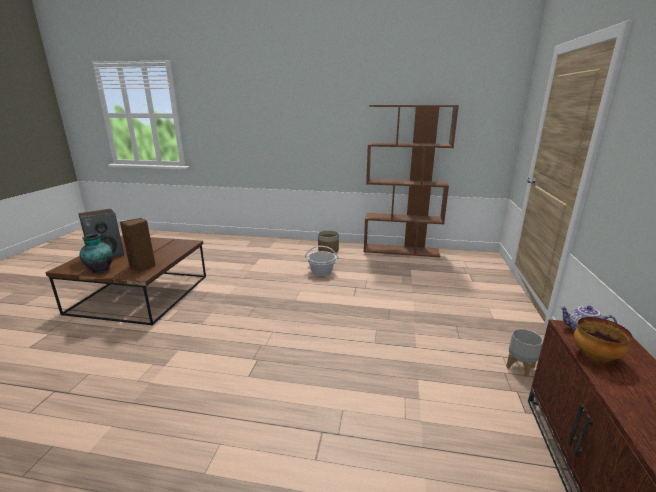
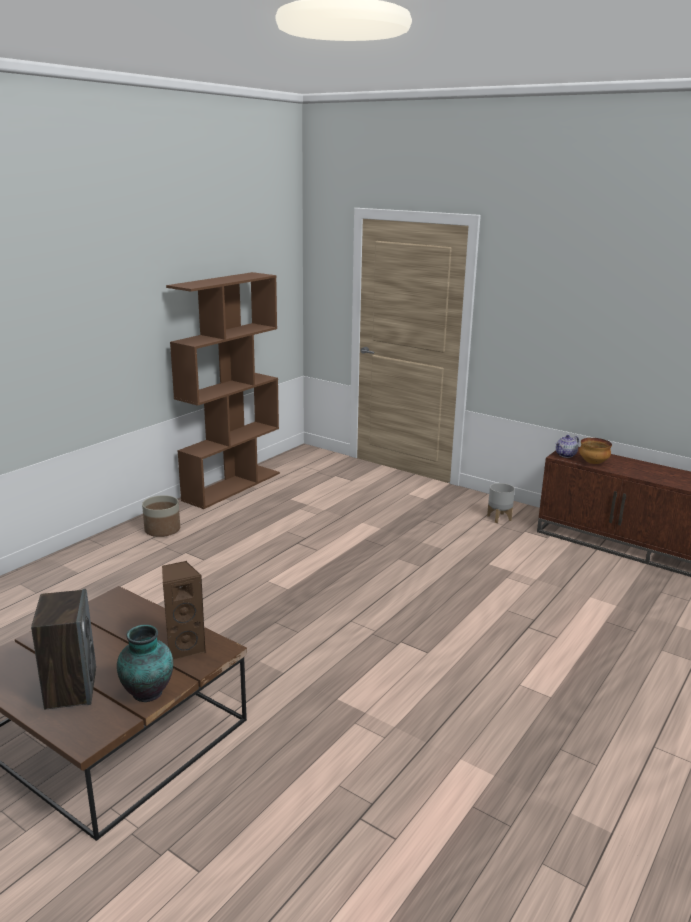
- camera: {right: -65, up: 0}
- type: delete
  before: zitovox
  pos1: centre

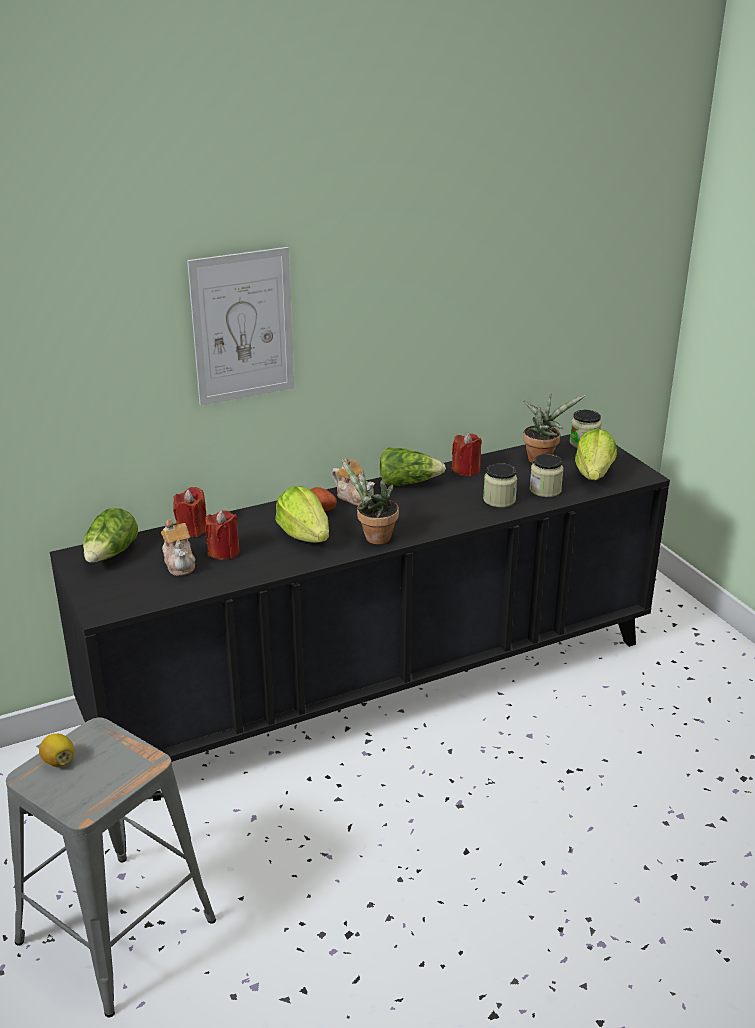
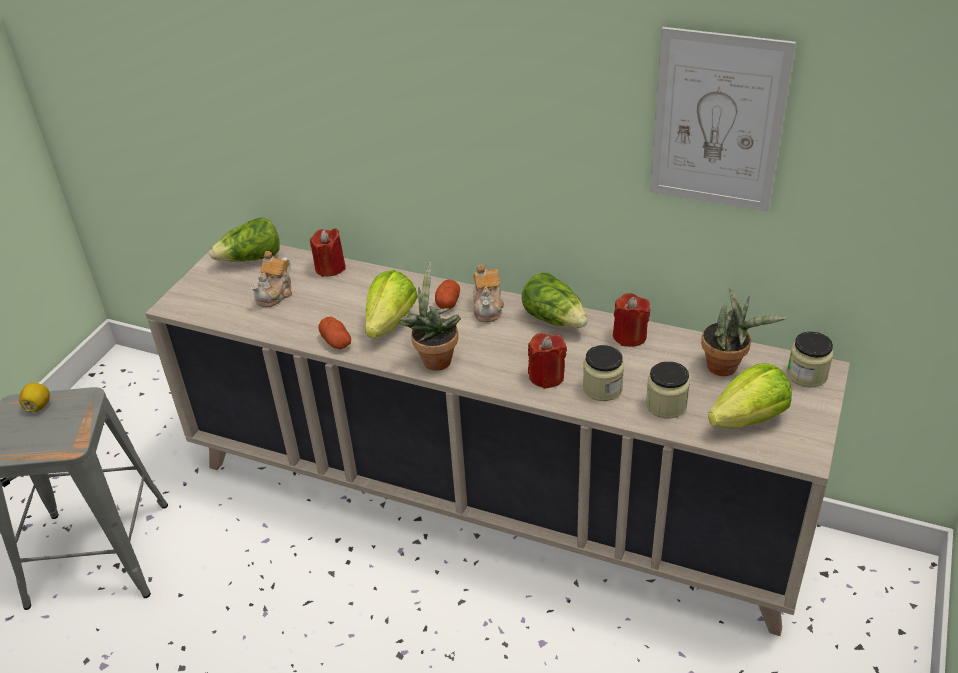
- camera: {right: 50, up: 10}
- type: recolor
  before: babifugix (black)
  after: babifugix (beige)
  pos1: centre
  pos2: centre
- type: move
  before: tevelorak
  pos1: top left
  pos2: top right
- type: move
  before: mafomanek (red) (2nd from left)
  pos1: middle left
  pos2: centre
- type: insert
  after: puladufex (1st from left)
  pos2: centre

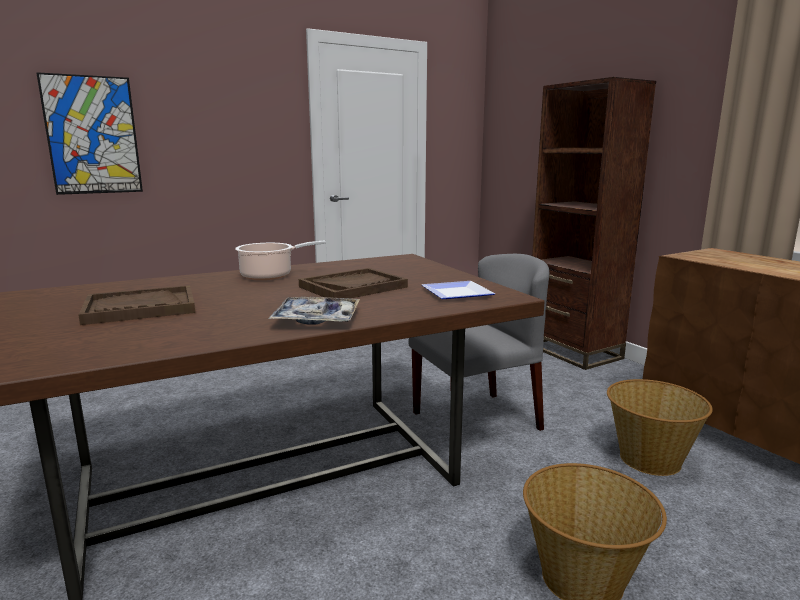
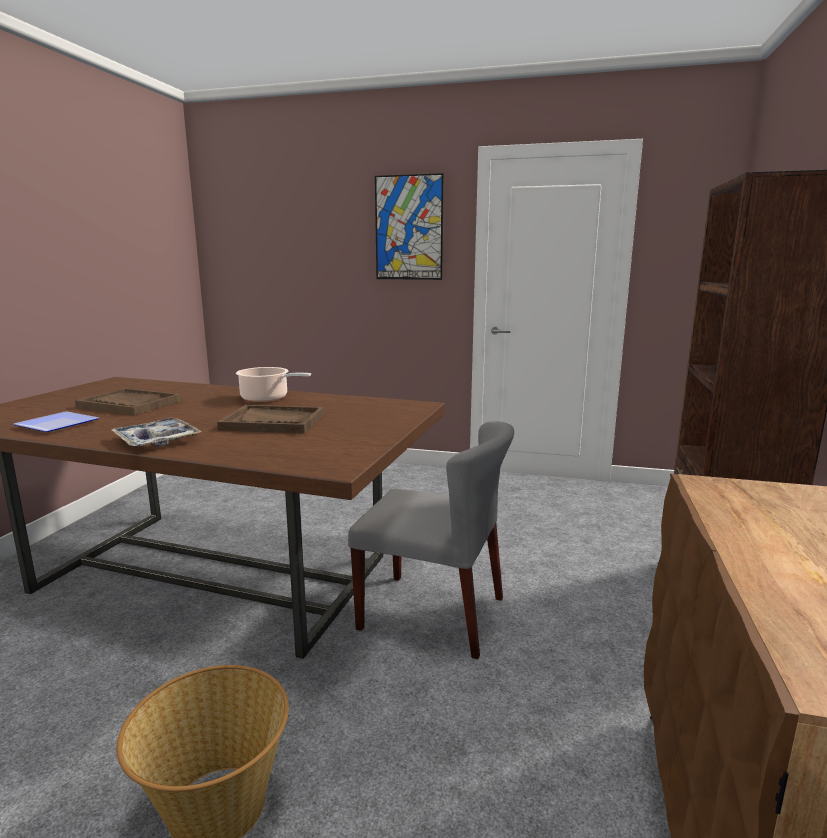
- camera: {right: 45, up: 0}
- type: move
  before: tevelorak
  pos1: top left
  pos2: top centre
- type: move
  before: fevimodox
  pos1: centre
  pos2: middle left
- type: delete
  before: zitovox (2nd from left)
  pos1: bottom right

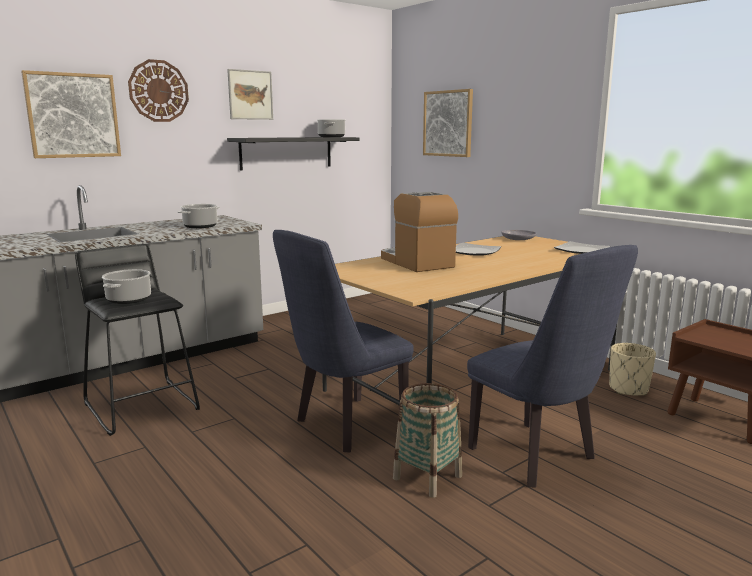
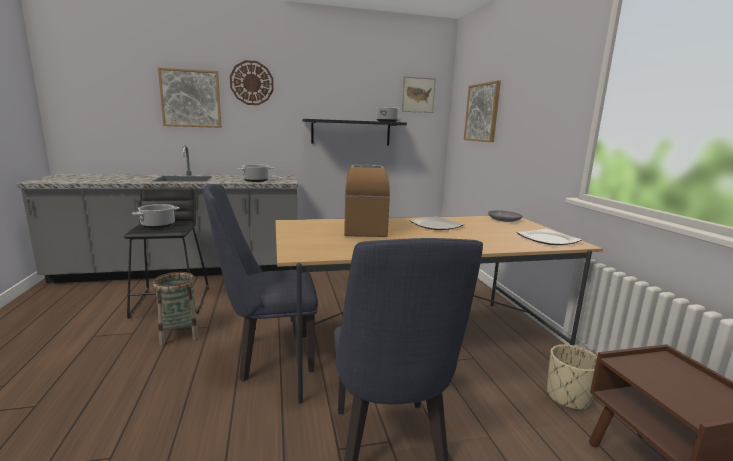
- camera: {right: 25, up: 0}
- type: move
  before: tevelorak (2nd from left)
  pos1: top left
  pos2: top centre
- type: move
  before: zitovox
  pos1: bottom centre
  pos2: bottom left

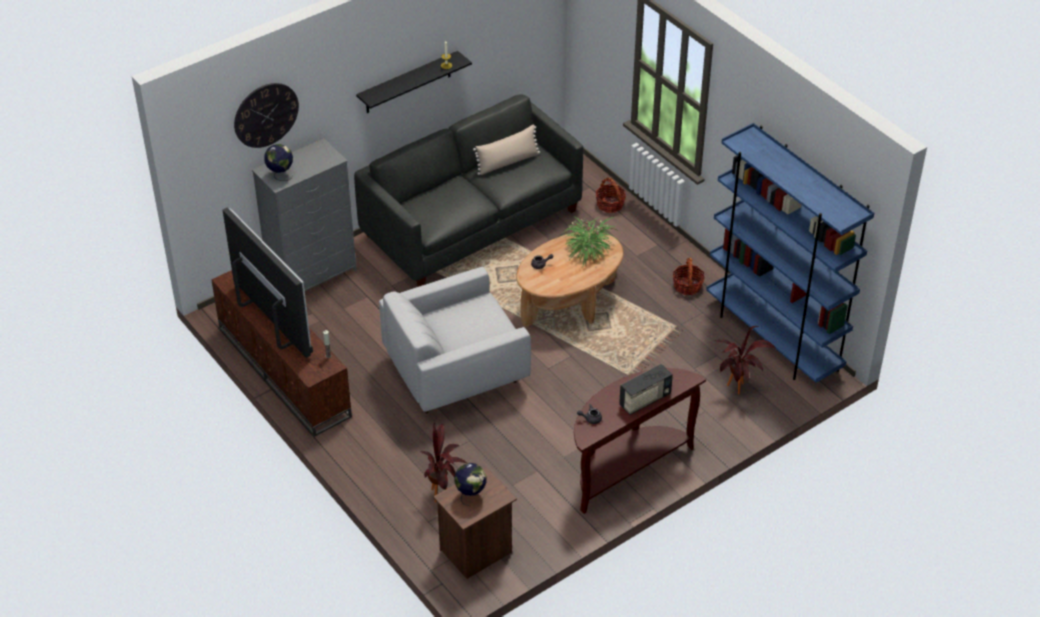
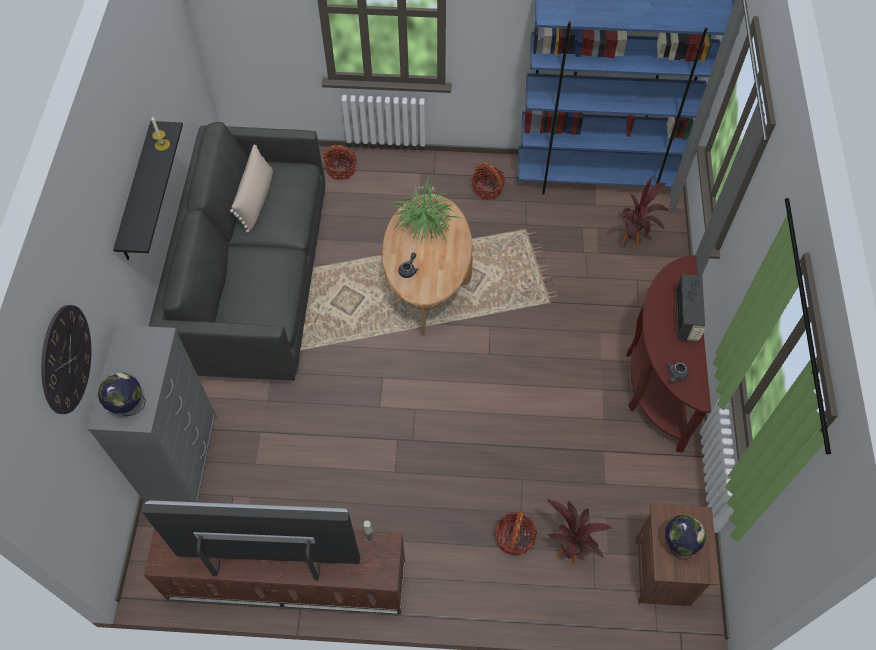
- camera: {right: -50, up: 15}
- type: delete
  before: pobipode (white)
  pos1: centre
- type: insert
  after: zitovox (3rd from left)
  pos2: bottom centre

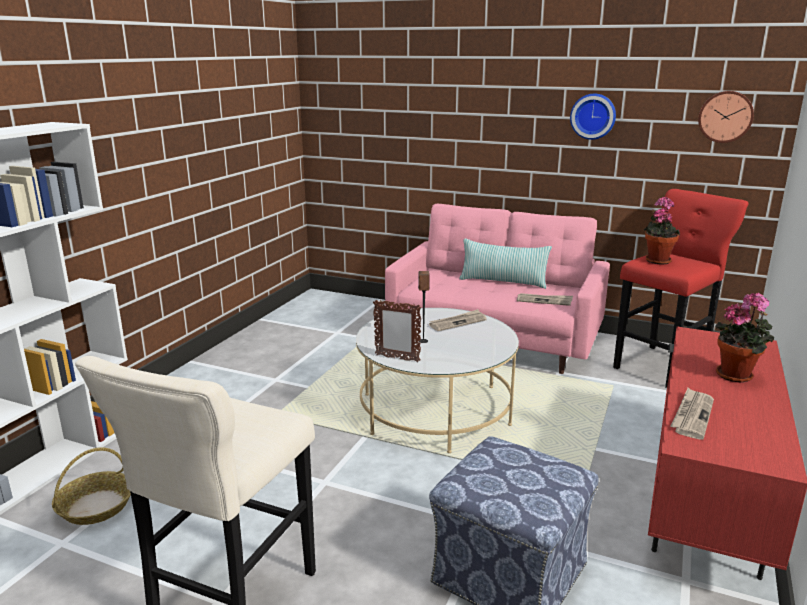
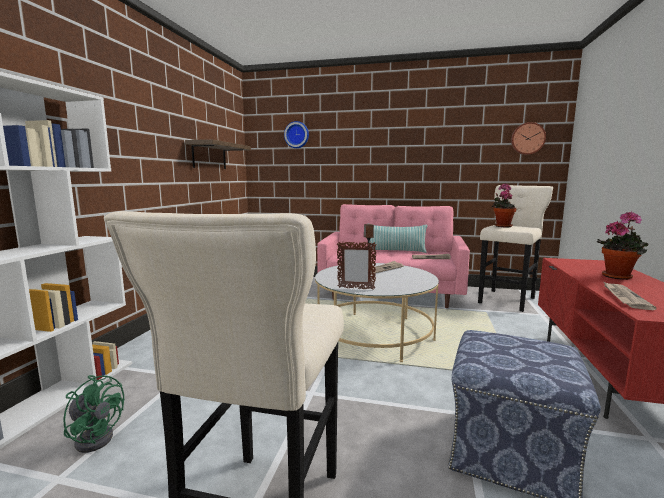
- camera: {right: -10, up: -10}
- type: replace
  before: zitovox
  after: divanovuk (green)
  pos1: bottom left
  pos2: bottom left
- type: move
  before: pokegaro (1st from left)
  pos1: top right
  pos2: top centre
- type: recolor
  before: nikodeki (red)
  after: nikodeki (beige) (2nd from left)
  pos1: middle right
  pos2: middle right
- type: insert
  after: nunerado
  pos2: top left

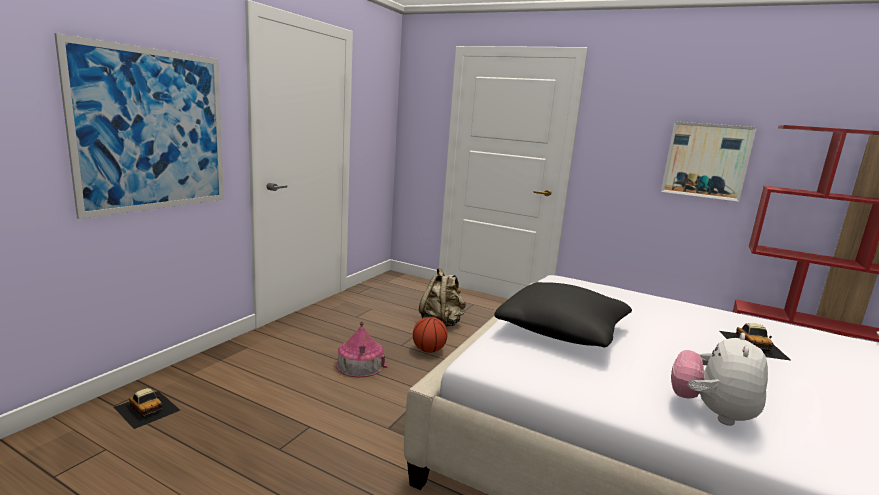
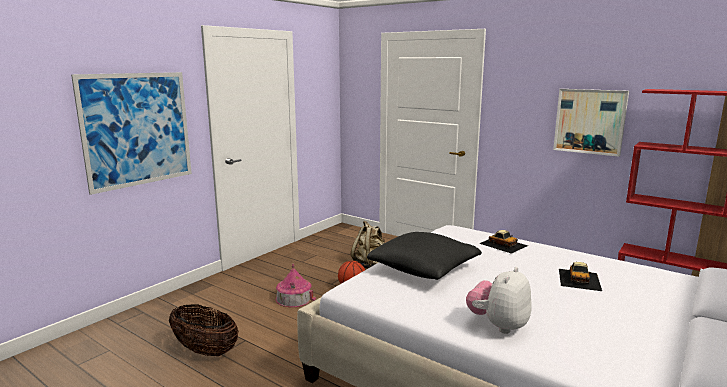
- camera: {right: 10, up: 0}
- type: move
  before: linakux (1st from left)
  pos1: bottom left
  pos2: middle right
- type: insert
  after: zitovox
  pos2: bottom left

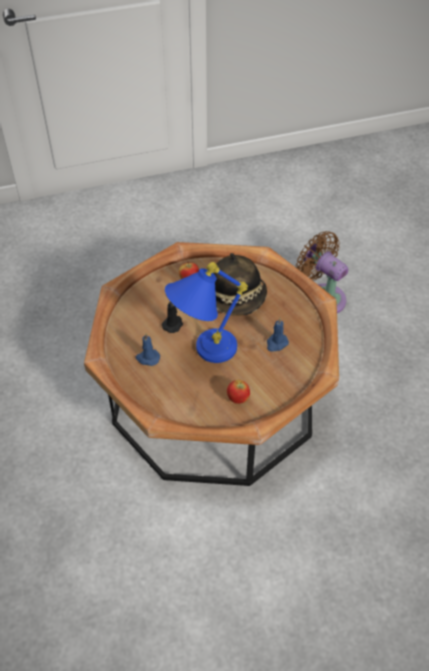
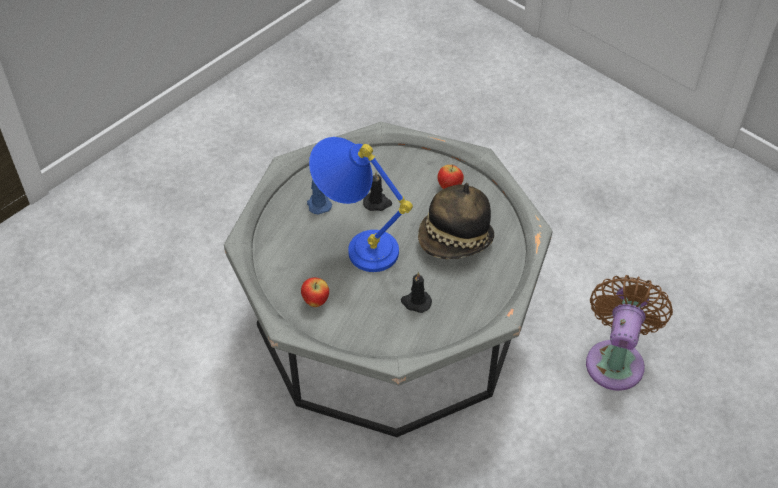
- camera: {right: 60, up: 0}
- type: recolor
  before: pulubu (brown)
  after: pulubu (grey)
  pos1: centre
  pos2: centre
- type: recolor
  before: mafomanek (blue) (2nd from left)
  after: mafomanek (black) (2nd from left)
  pos1: centre
  pos2: centre

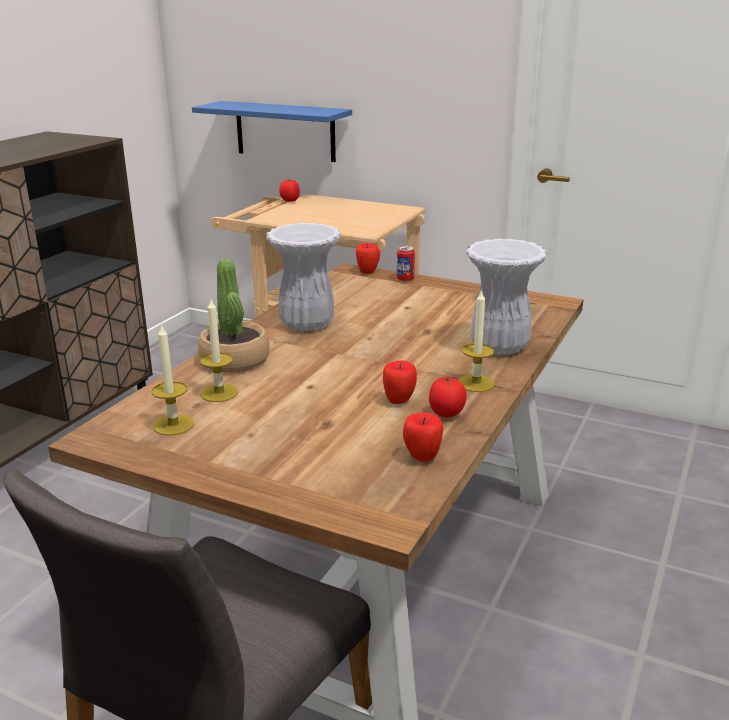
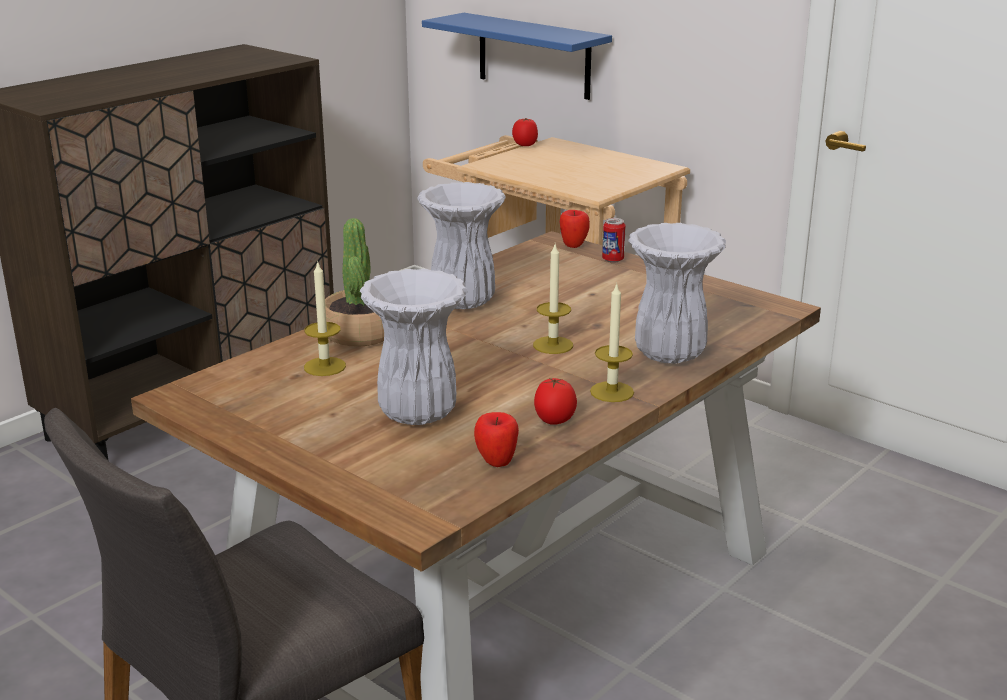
- camera: {right: 15, up: 0}
- type: move
  before: mafomanek (1st from left in the first image)
  after: mafomanek (2nd from left)
  pos1: middle left
  pos2: centre
- type: delete
  before: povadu (2nd from left)
  pos1: centre
- type: insert
  after: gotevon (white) (1st from left)
  pos2: centre

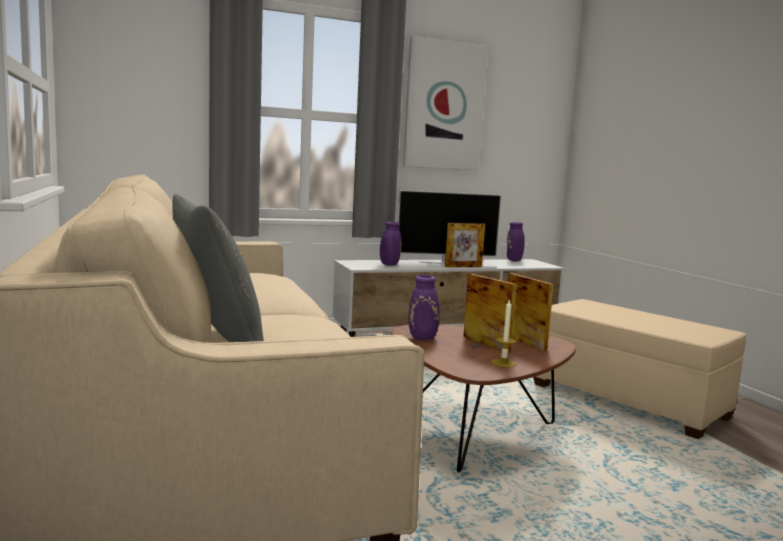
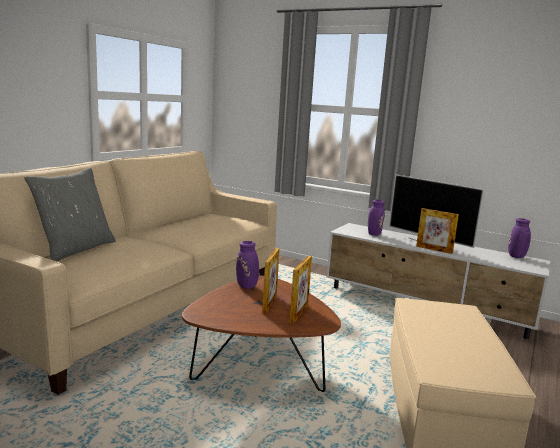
- camera: {right: 50, up: 5}
- type: delete
  before: tevelorak
  pos1: top centre
- type: delete
  before: mafomanek
  pos1: centre

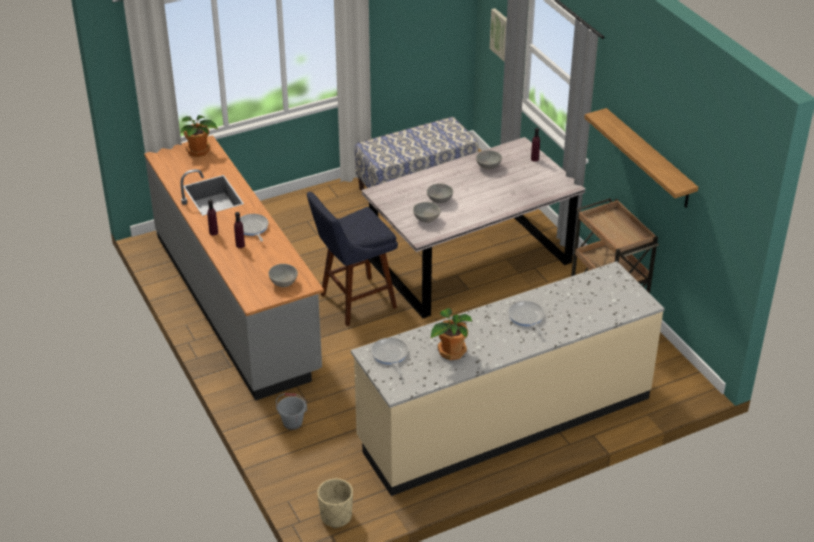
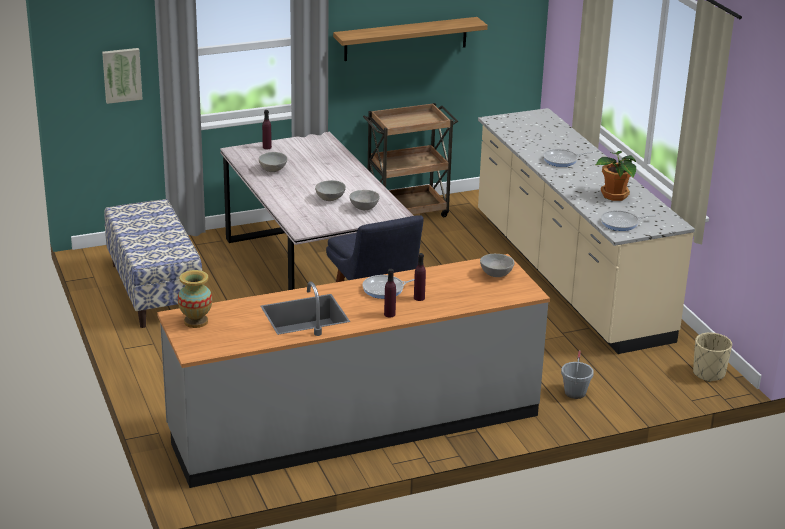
- camera: {right: -85, up: -10}
- type: replace
  before: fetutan (1st from left)
  after: gotevon
  pos1: top left
  pos2: middle left

